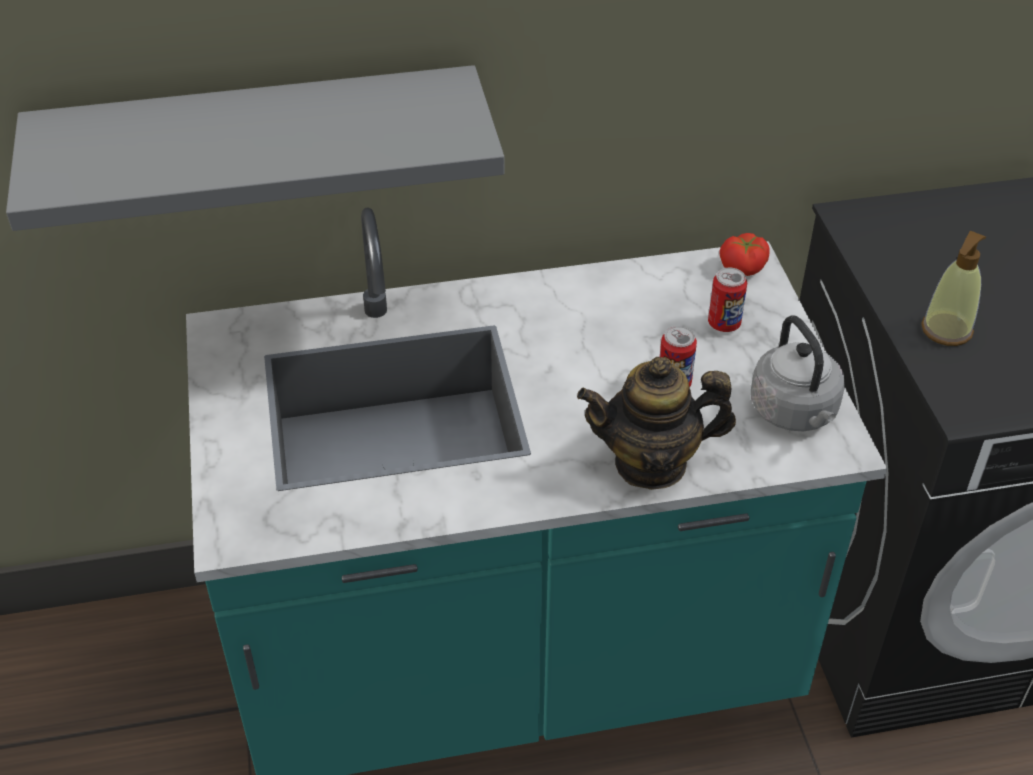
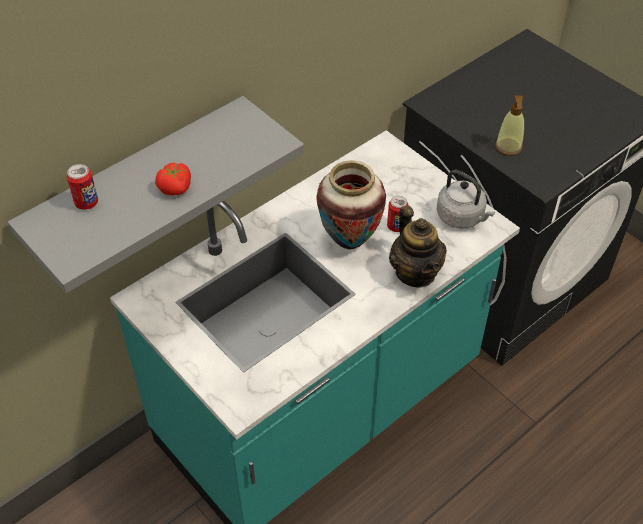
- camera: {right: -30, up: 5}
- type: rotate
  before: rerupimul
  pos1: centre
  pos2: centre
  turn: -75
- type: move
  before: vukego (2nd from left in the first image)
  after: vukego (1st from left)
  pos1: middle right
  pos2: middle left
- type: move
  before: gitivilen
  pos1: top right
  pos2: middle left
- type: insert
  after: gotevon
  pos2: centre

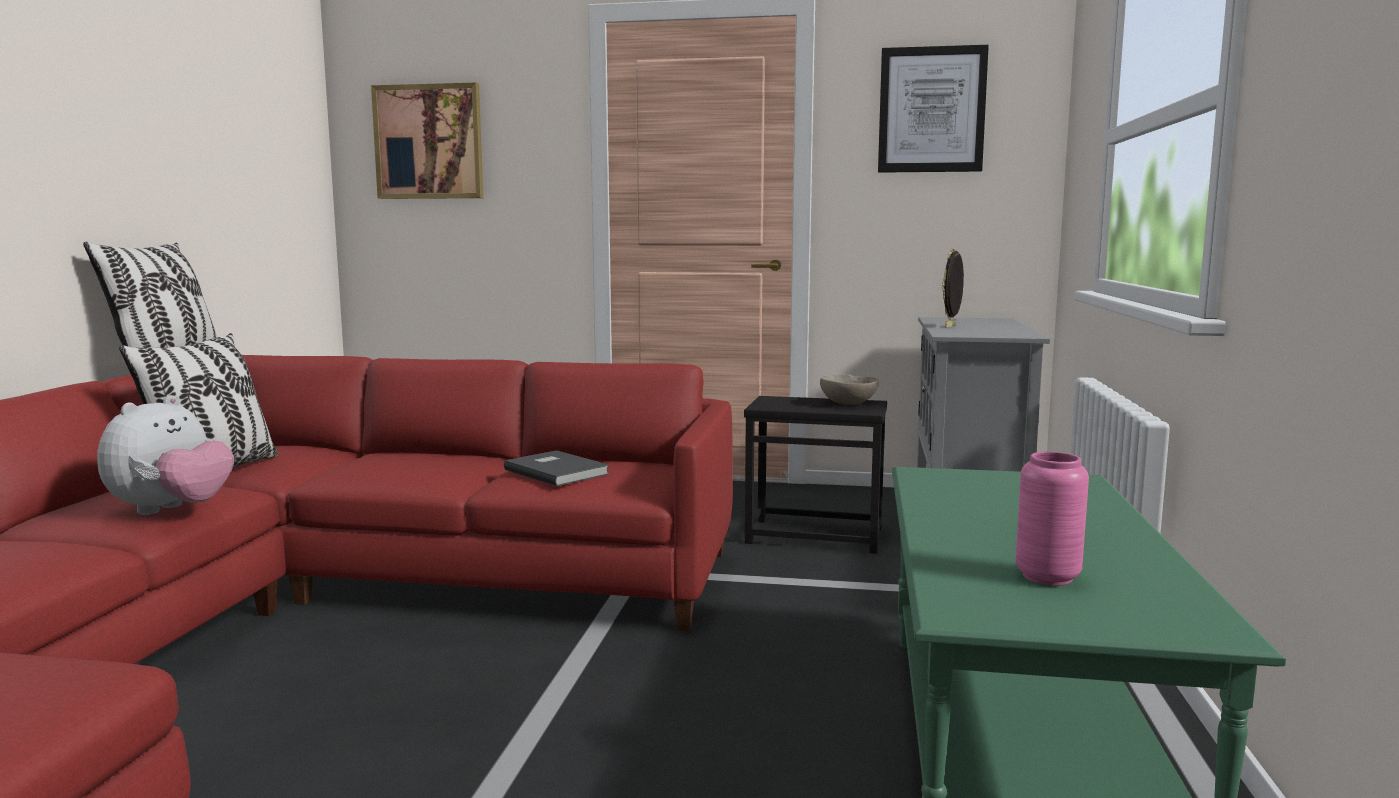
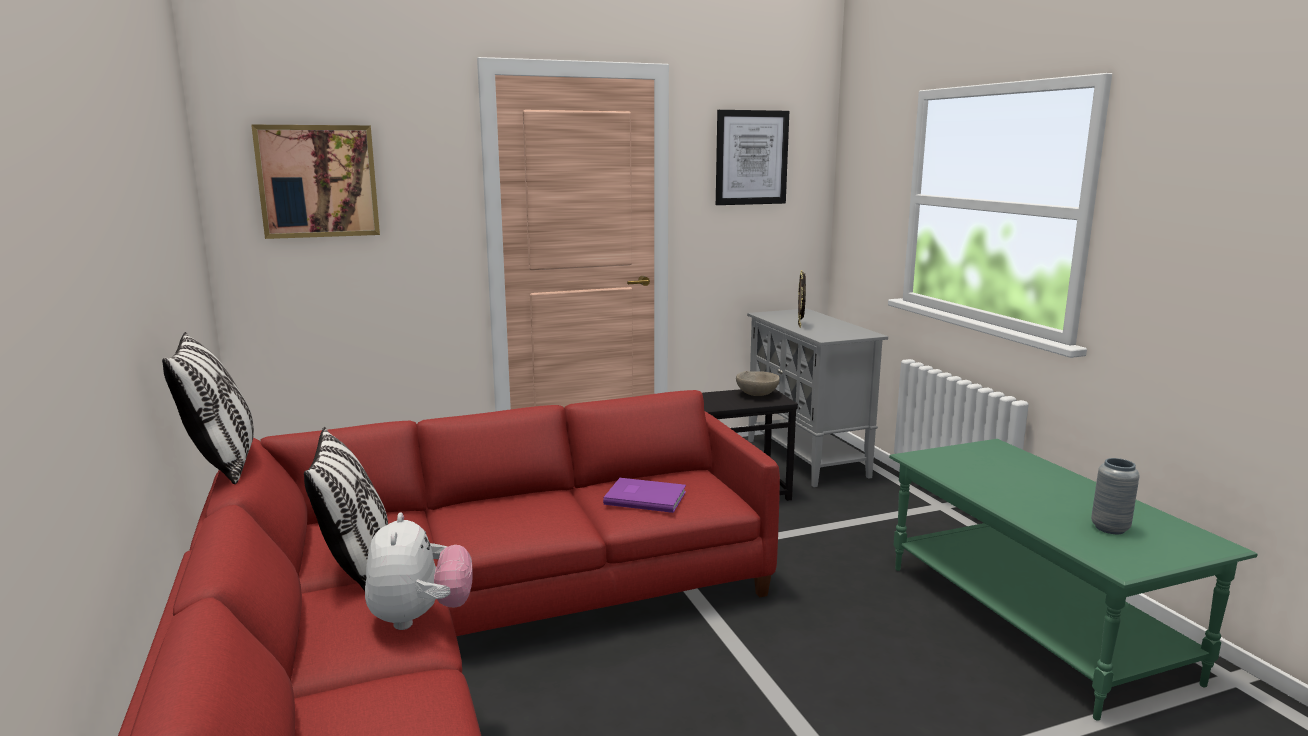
- camera: {right: -30, up: 5}
- type: recolor
  before: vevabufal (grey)
  after: vevabufal (purple)
  pos1: centre
  pos2: bottom centre
- type: recolor
  before: gotevon (pink)
  after: gotevon (grey)
  pos1: middle right
  pos2: bottom right

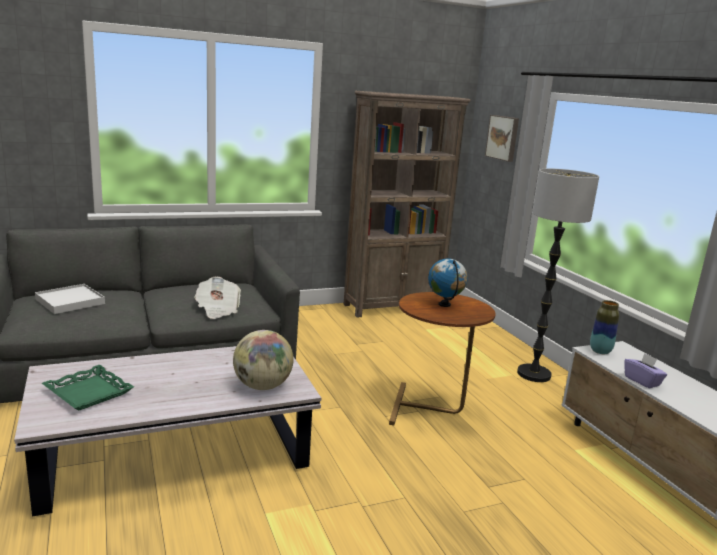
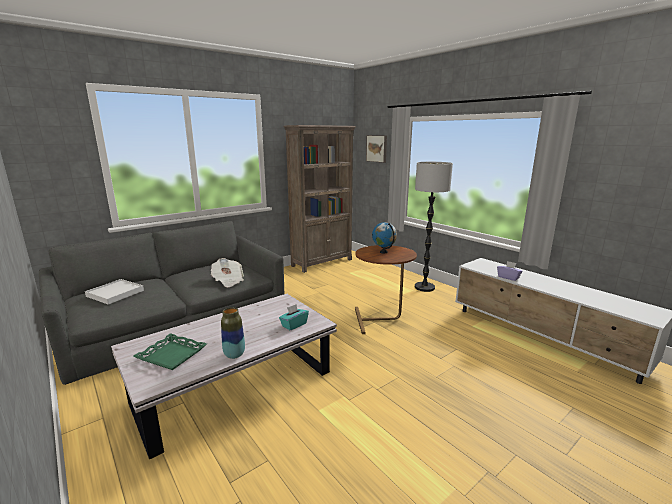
- camera: {right: -15, up: 0}
- type: replace
  before: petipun (1st from left)
  after: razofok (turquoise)
  pos1: centre
  pos2: centre
- type: move
  before: gotevon
  pos1: middle right
  pos2: centre

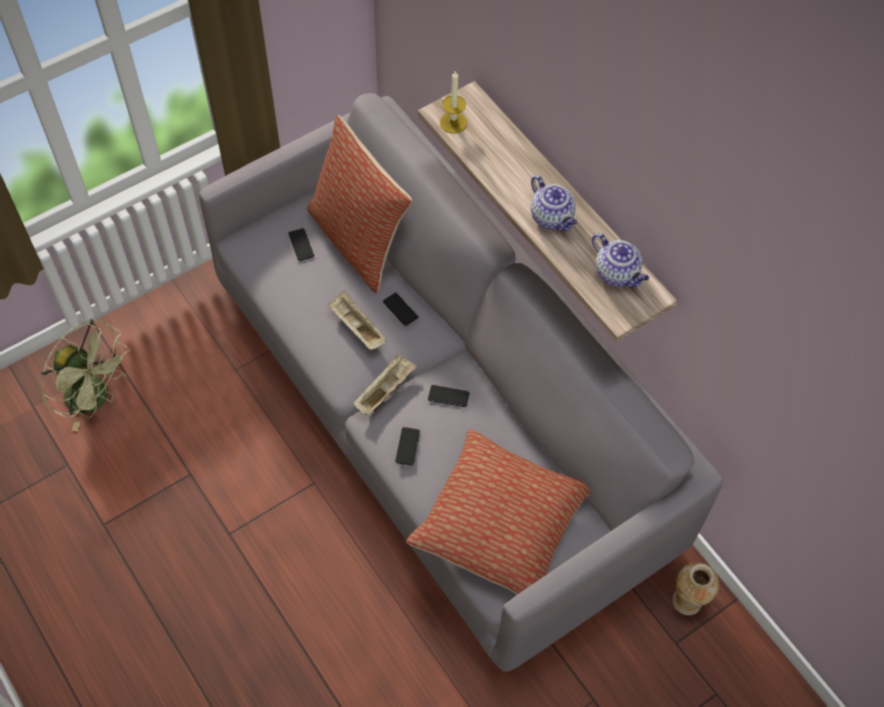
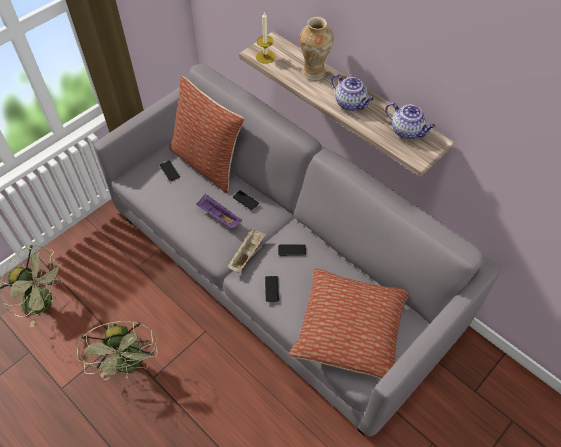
- camera: {right: -10, up: -5}
- type: recolor
  before: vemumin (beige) (1st from left)
  after: vemumin (purple)
  pos1: centre
  pos2: centre
- type: move
  before: gotevon
  pos1: bottom right
  pos2: top centre
- type: insert
  after: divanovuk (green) (2nd from left)
  pos2: bottom left

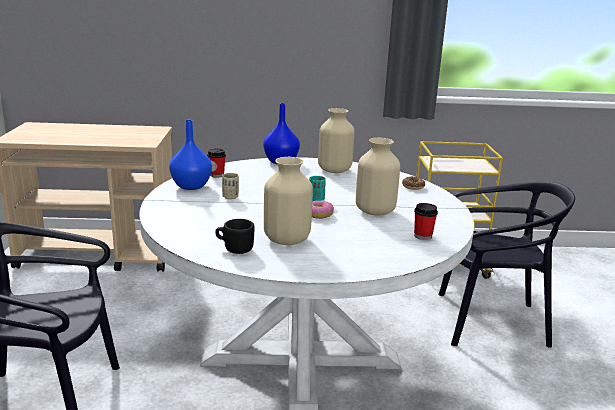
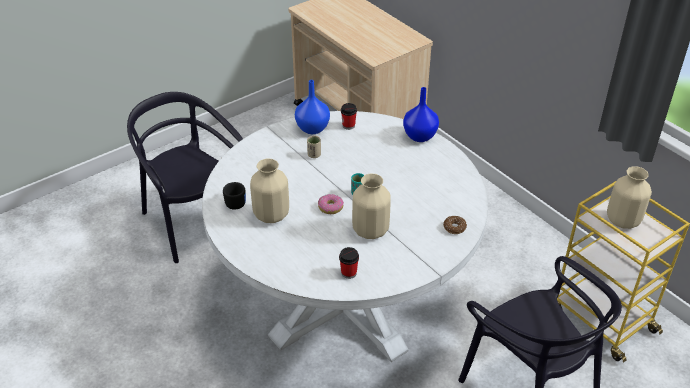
- camera: {right: 55, up: 20}
- type: move
  before: gotevon (beige) (2nd from left in the first image)
  after: gotevon (beige) (3rd from left)
  pos1: centre
  pos2: middle right

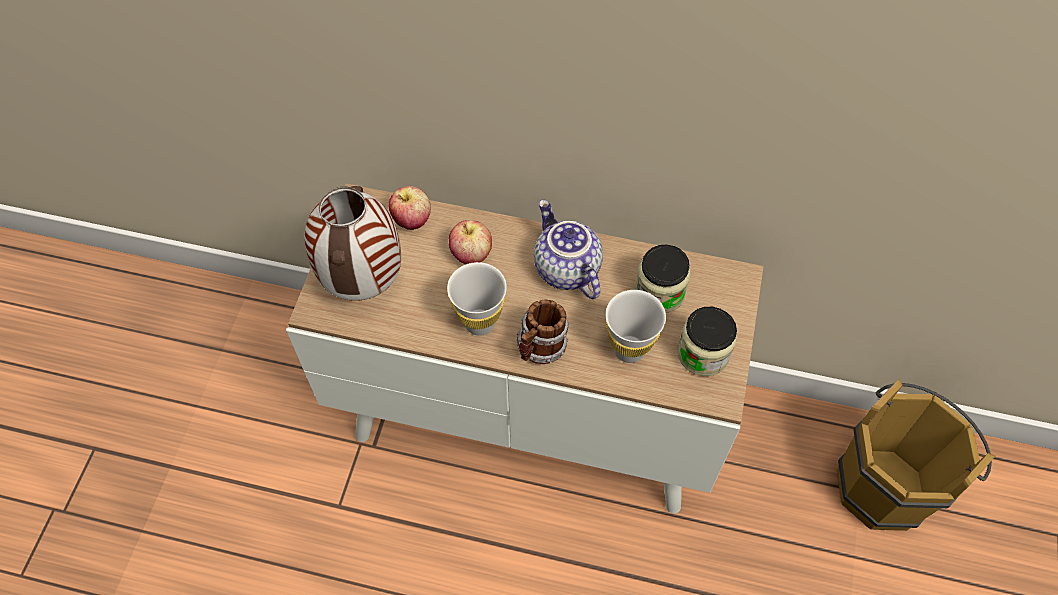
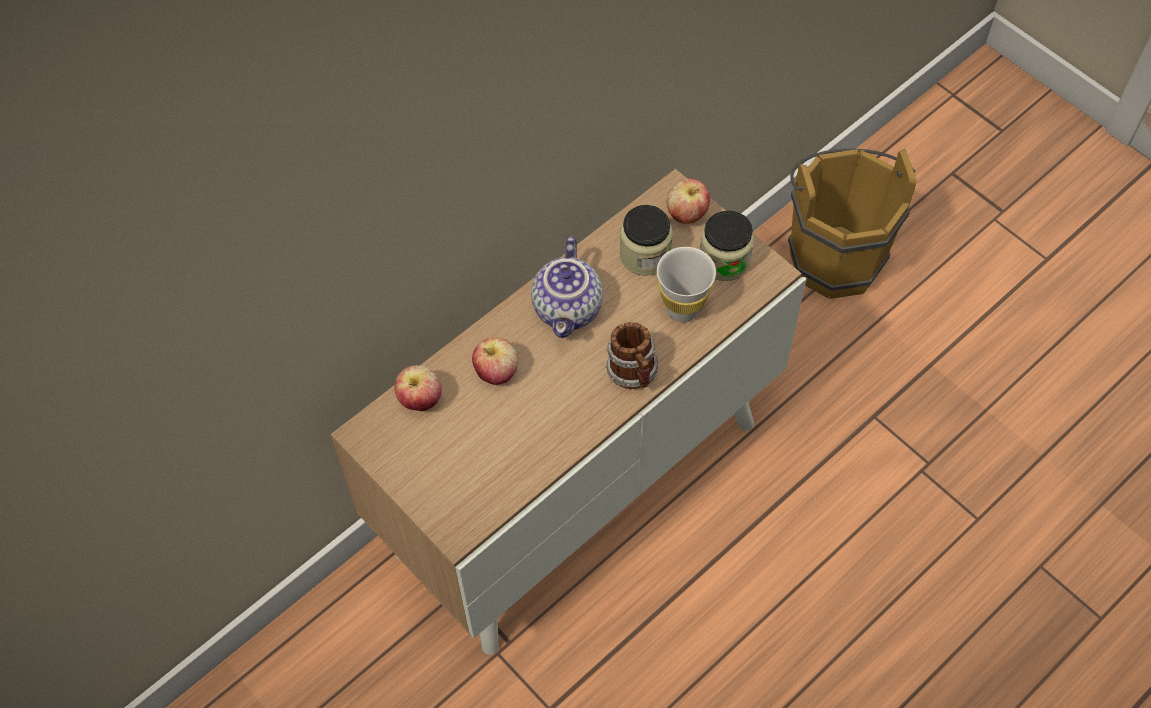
- camera: {right: -55, up: 0}
- type: delete
  before: gotevon
  pos1: centre
- type: delete
  before: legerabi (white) (1st from left)
  pos1: centre
- type: rotate
  before: rerupimul
  pos1: centre
  pos2: centre
  turn: -90
- type: insert
  after: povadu (3rd from left)
  pos2: top centre

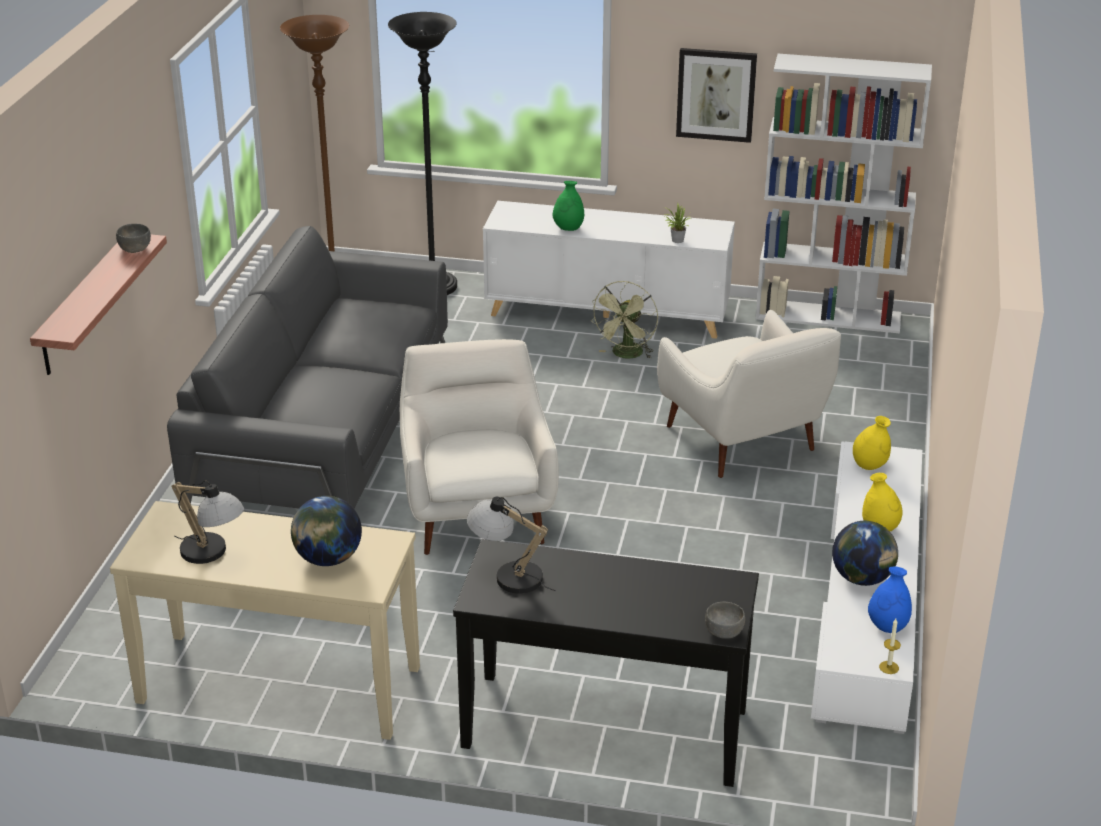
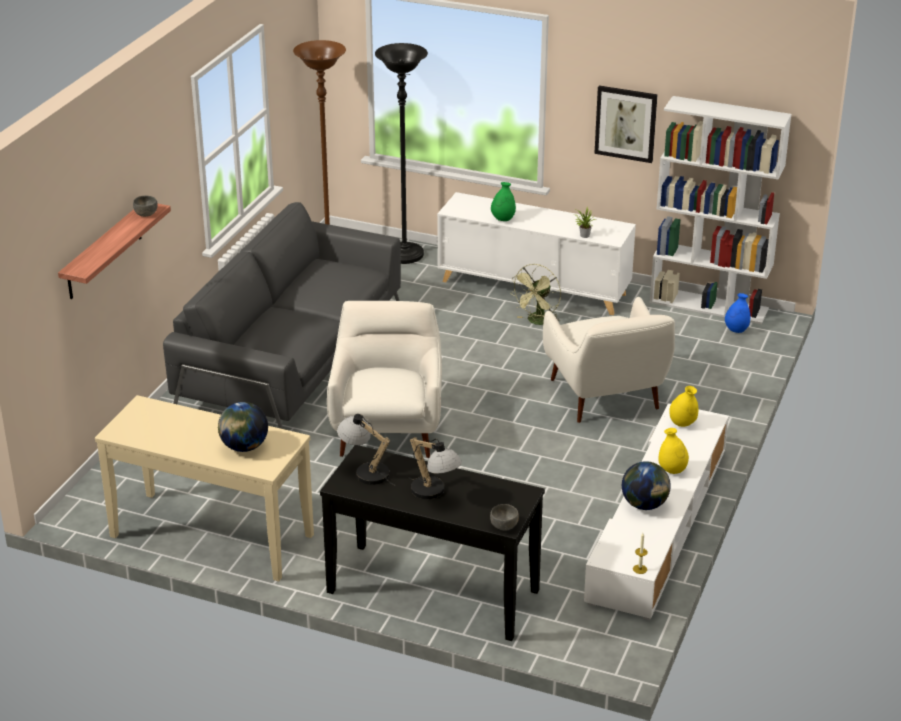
- camera: {right: 10, up: 0}
- type: move
  before: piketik (1st from left in the first image)
  after: piketik (2nd from left)
  pos1: middle left
  pos2: centre
- type: move
  before: gotevon (blue)
  pos1: bottom right
  pos2: middle right

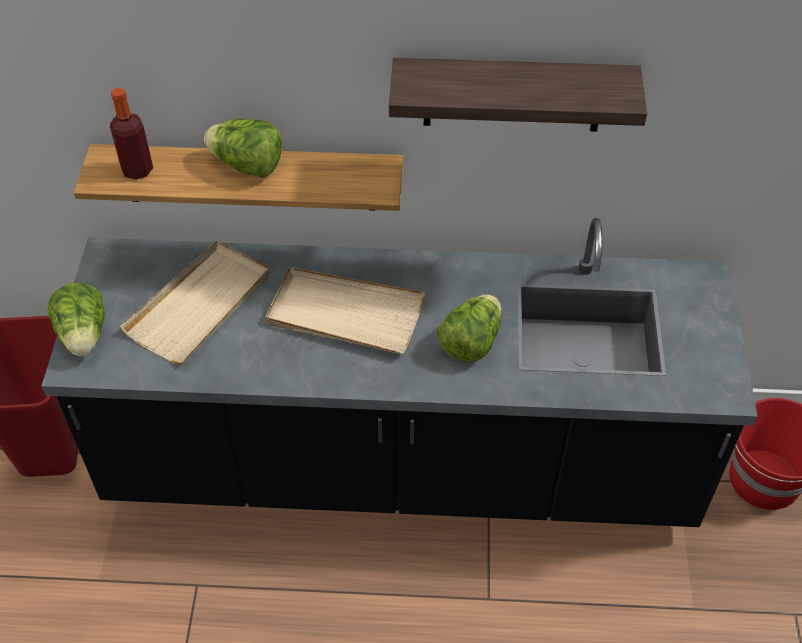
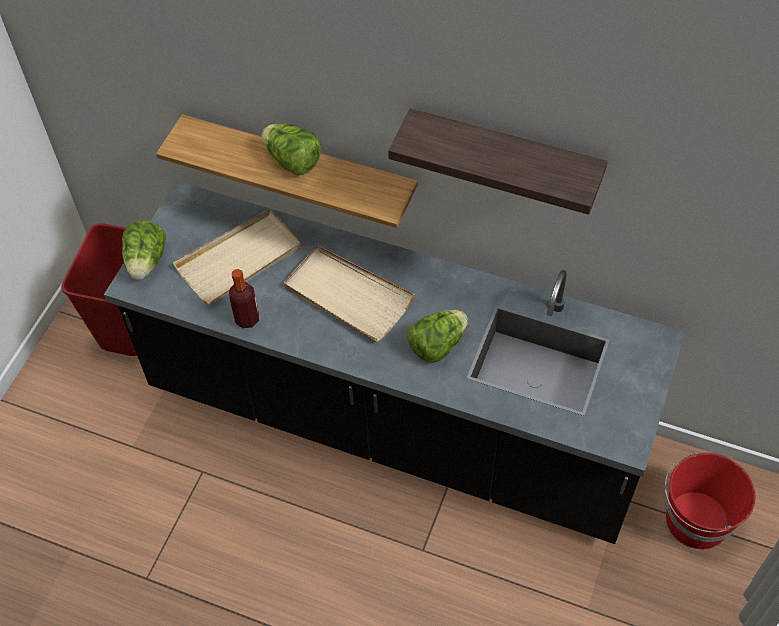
- camera: {right: 20, up: 5}
- type: move
  before: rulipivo
  pos1: top left
  pos2: middle left

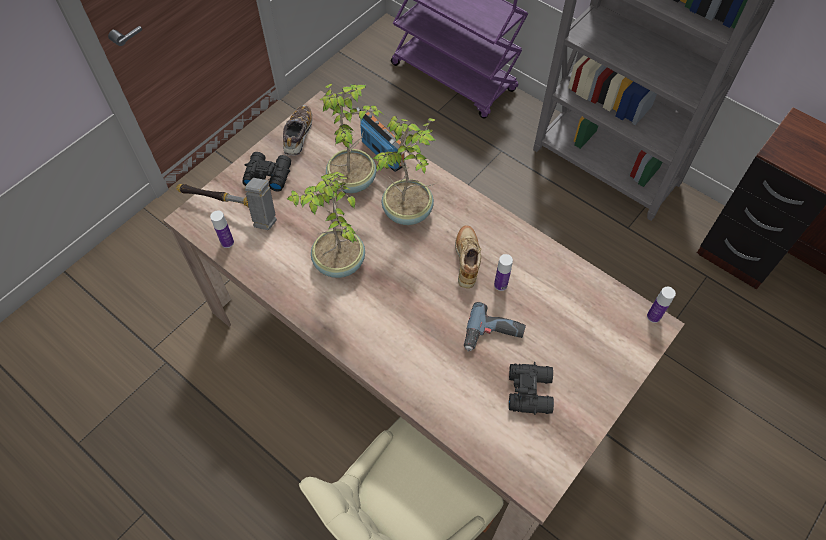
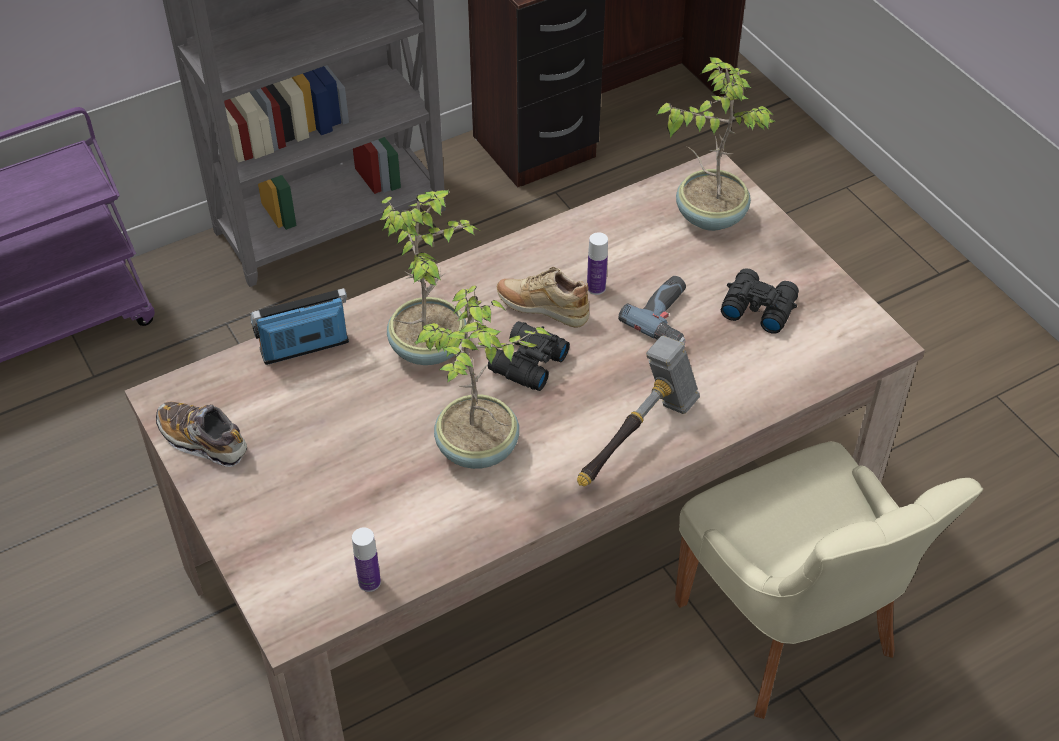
- camera: {right: -70, up: -10}
- type: move
  before: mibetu
  pos1: middle left
  pos2: centre
- type: move
  before: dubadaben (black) (1st from left)
  pos1: top left
  pos2: centre
- type: move
  before: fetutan (2nd from left in the first image)
  after: fetutan (3rd from left)
  pos1: top centre
  pos2: top right
- type: delete
  before: rulipivo (3rd from left)
  pos1: middle right

